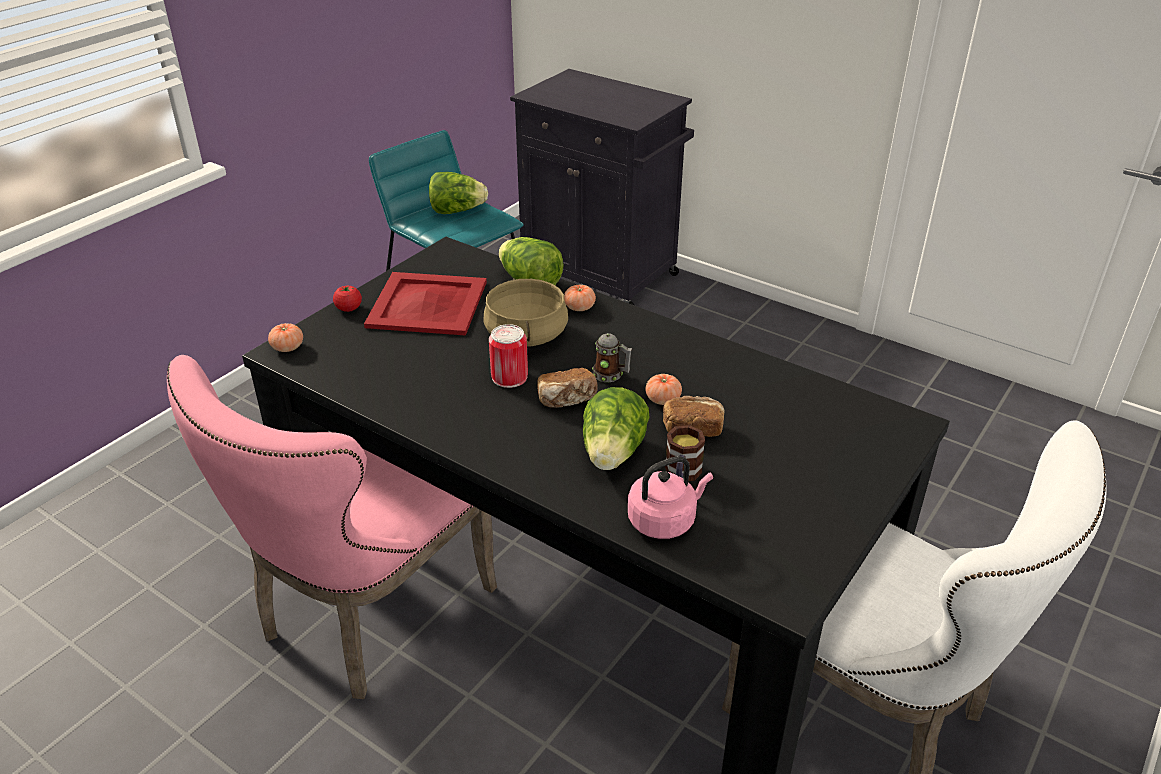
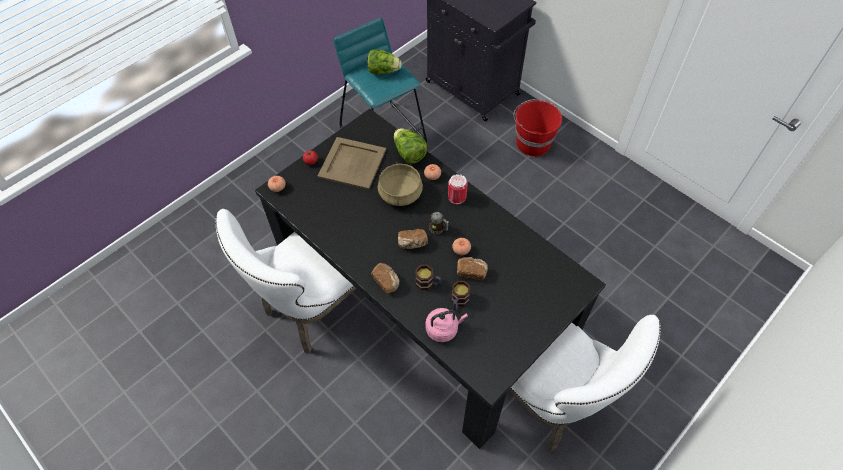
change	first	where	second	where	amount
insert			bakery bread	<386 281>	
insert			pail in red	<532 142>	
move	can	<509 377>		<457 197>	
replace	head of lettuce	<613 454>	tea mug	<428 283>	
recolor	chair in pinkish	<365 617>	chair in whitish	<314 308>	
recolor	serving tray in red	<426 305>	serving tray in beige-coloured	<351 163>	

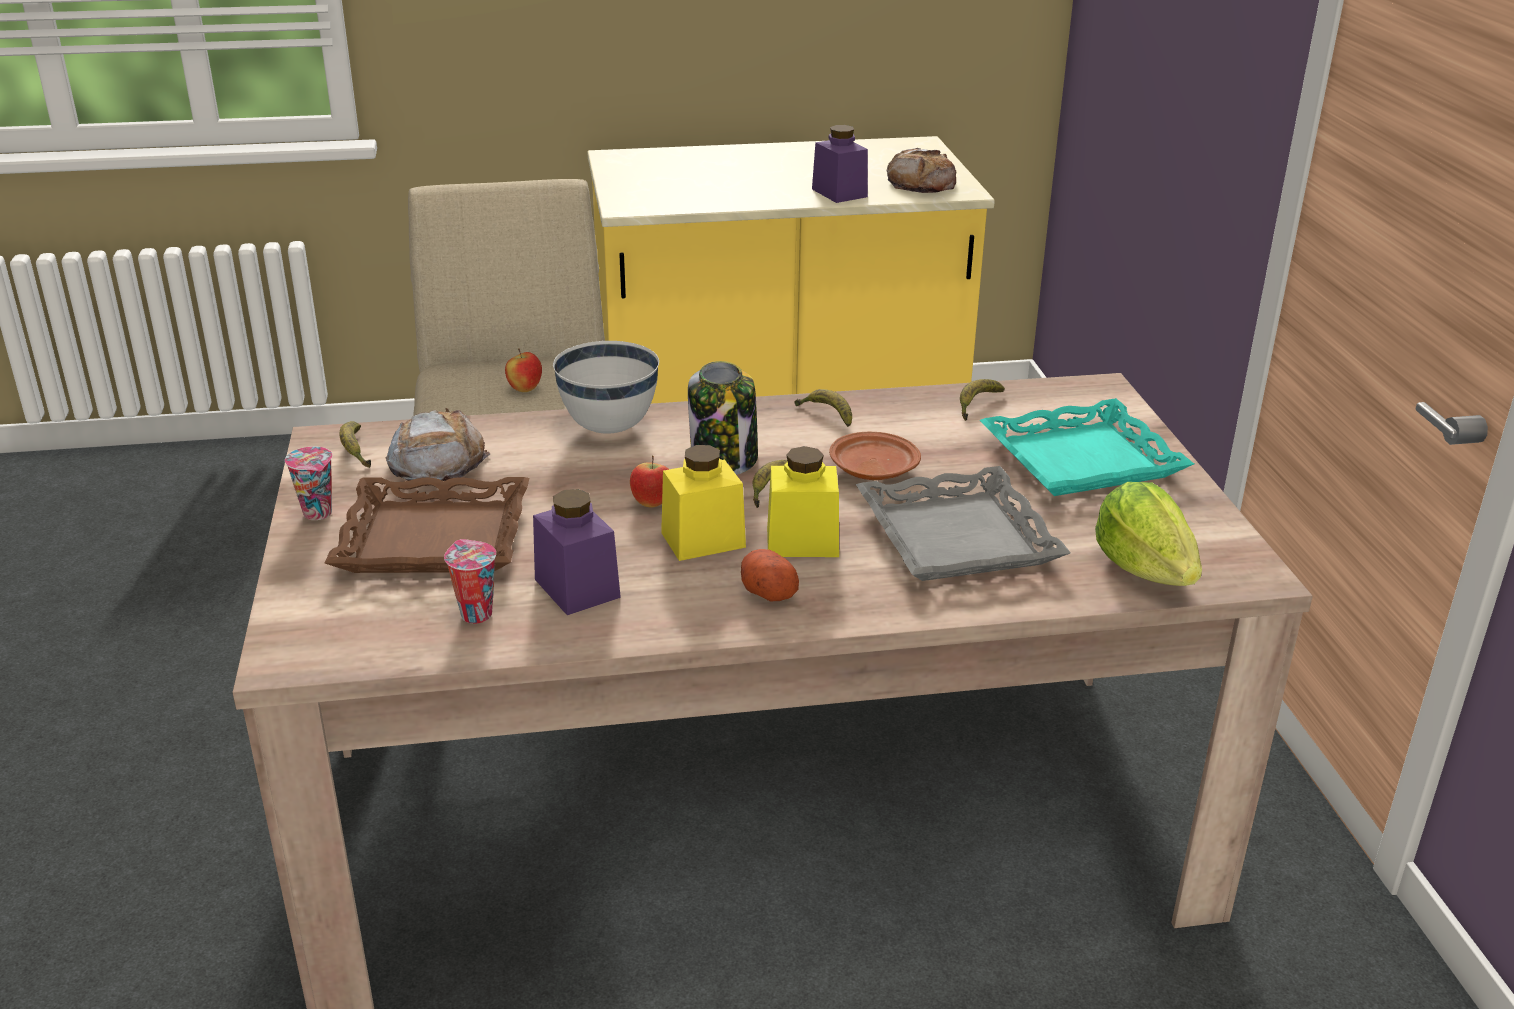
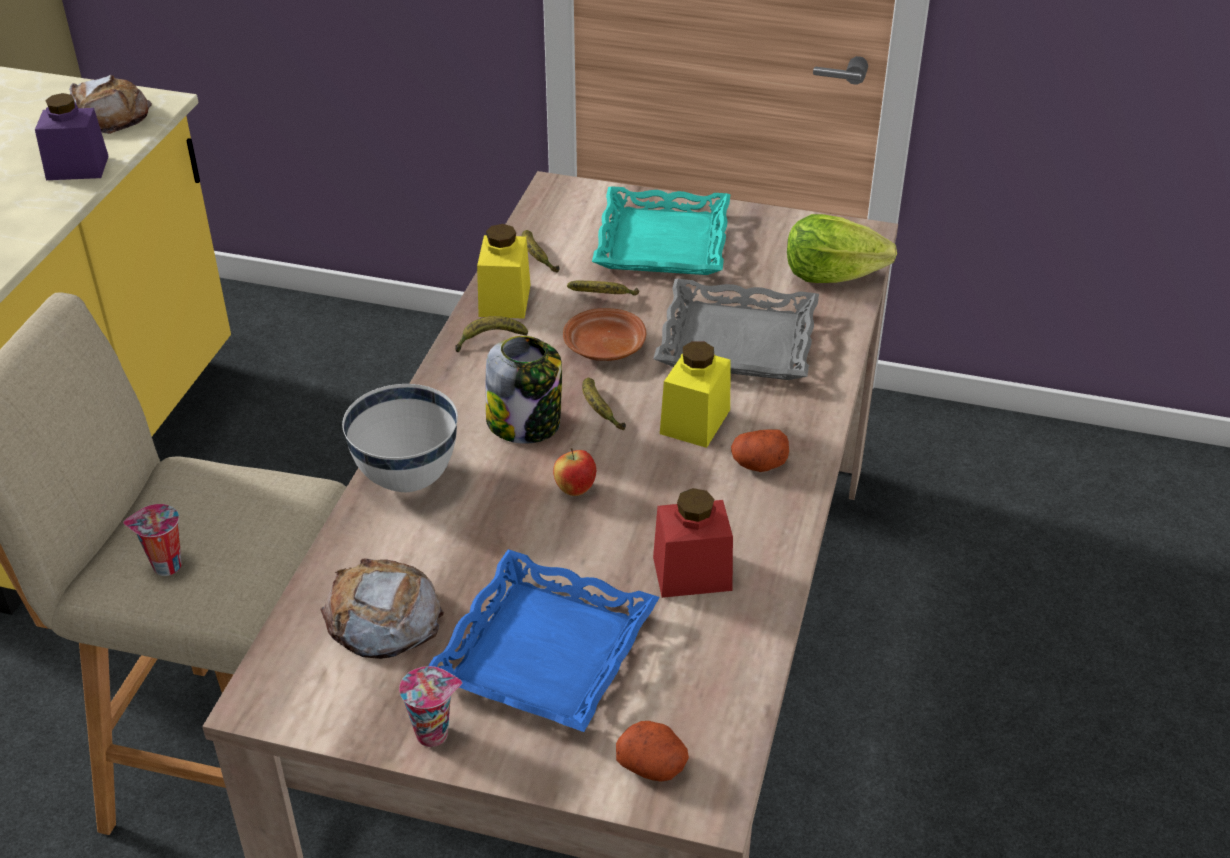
change	first	where	second	where	amount
delete	apple fruit	<525 389>			
insert			whole potato	<653 765>	
move	banana fruit	<355 451>		<602 297>	
move	cup	<474 613>		<165 567>	
move	storage jar in yellowish	<703 540>		<504 300>	
recolor	serving tray in brownish	<435 537>	serving tray in blue	<543 651>	
recolor	storage jar in purple-coloured	<577 588>	storage jar in red	<692 573>	

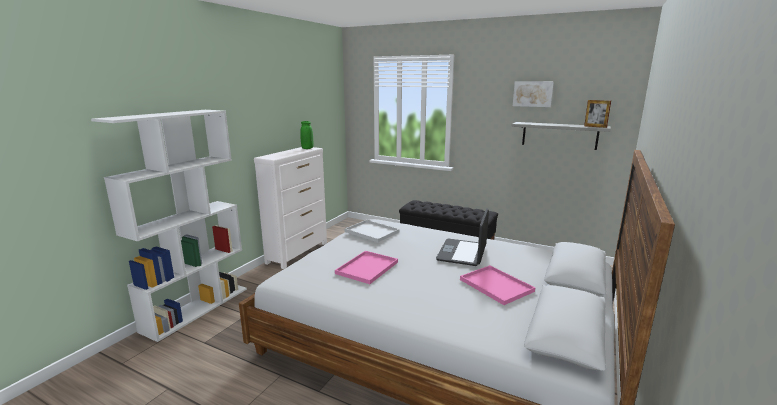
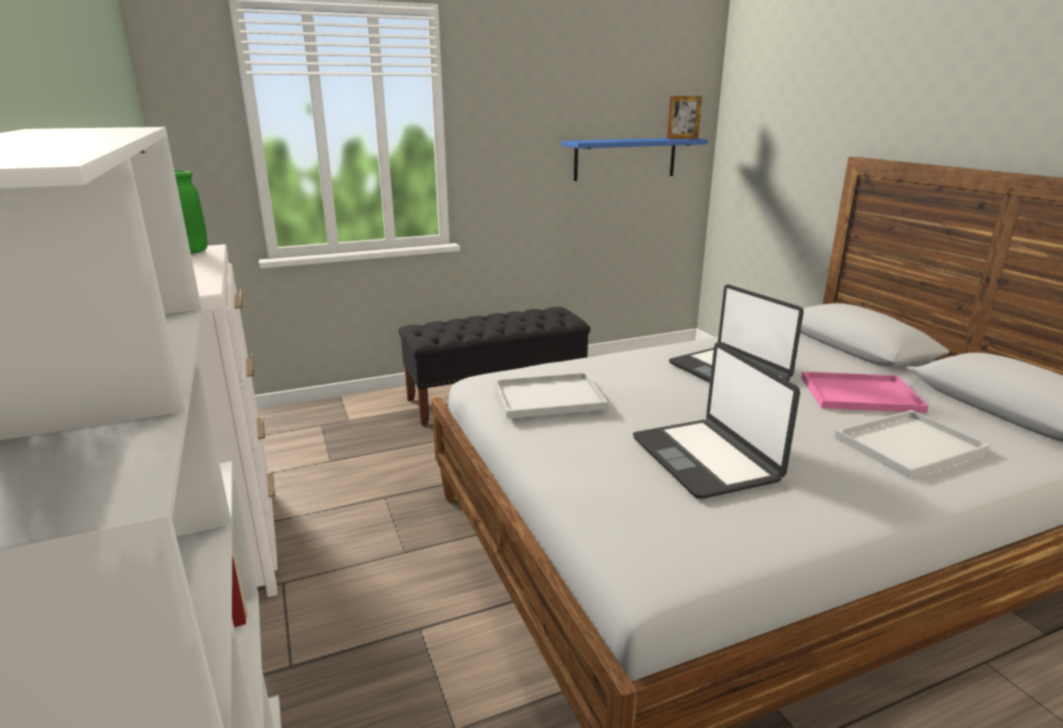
change	first	where	second	where	amount
delete	picture	<533 94>			
insert			serving tray in whitish	<910 444>	
replace	serving tray in pinkish	<367 268>	laptop	<706 458>	
recolor	wall shelf in gray	<559 135>	wall shelf in blue	<625 158>	

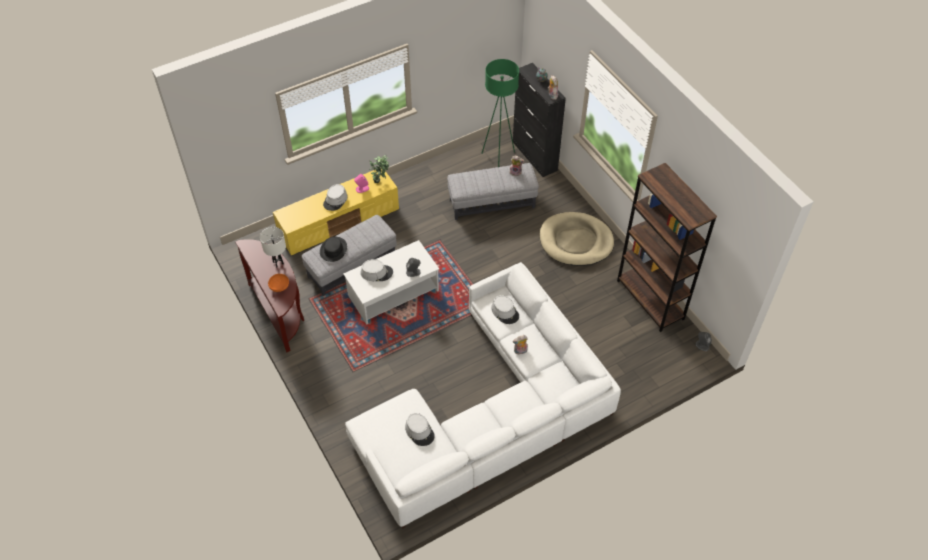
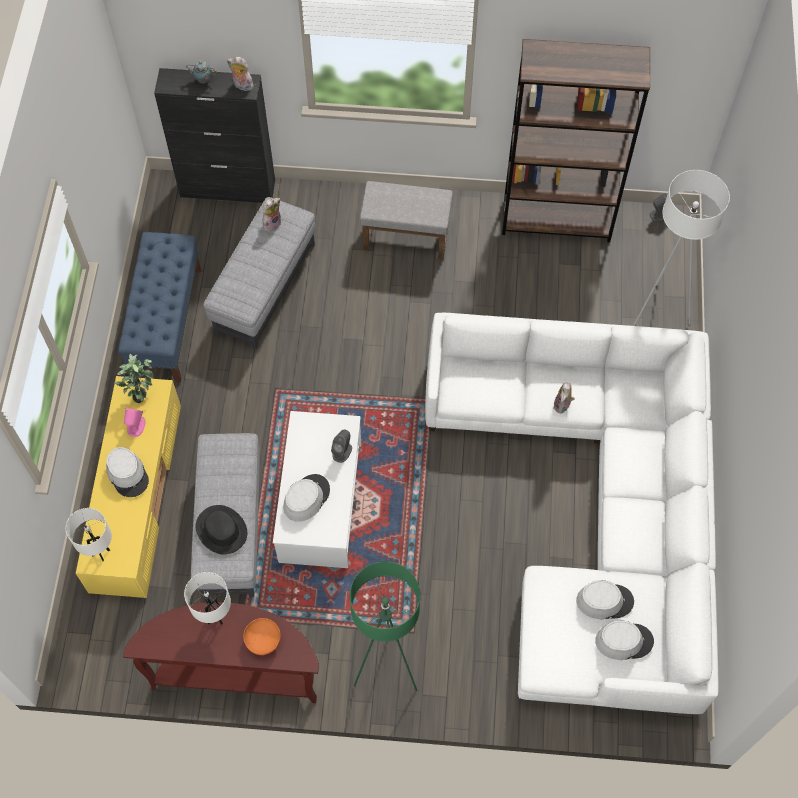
change	first	where	second	where	amount
insert			table lamp in whitish	<100 553>	
insert			bench in blue	<167 322>	
insert			standing lamp in whitish	<658 312>	
move	standing lamp in green-coloured	<498 159>		<387 668>	
move	clothing hat in gray	<505 312>		<624 640>	
replace	dog cushion in beige-coloured	<576 241>	footrest in gray	<407 237>	

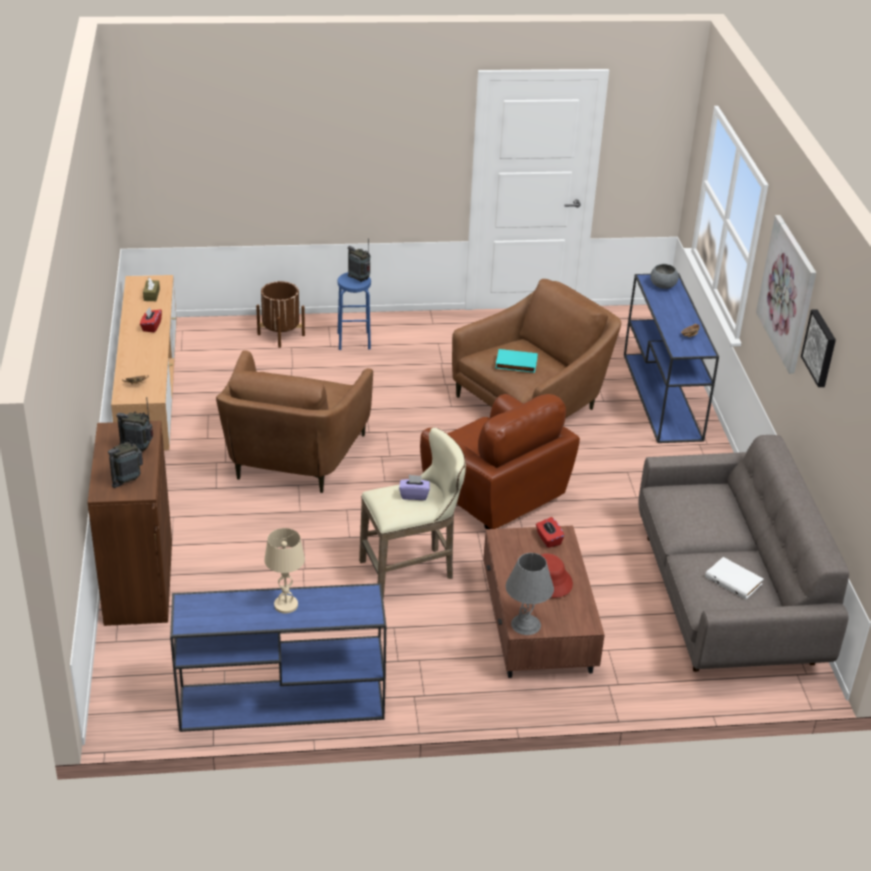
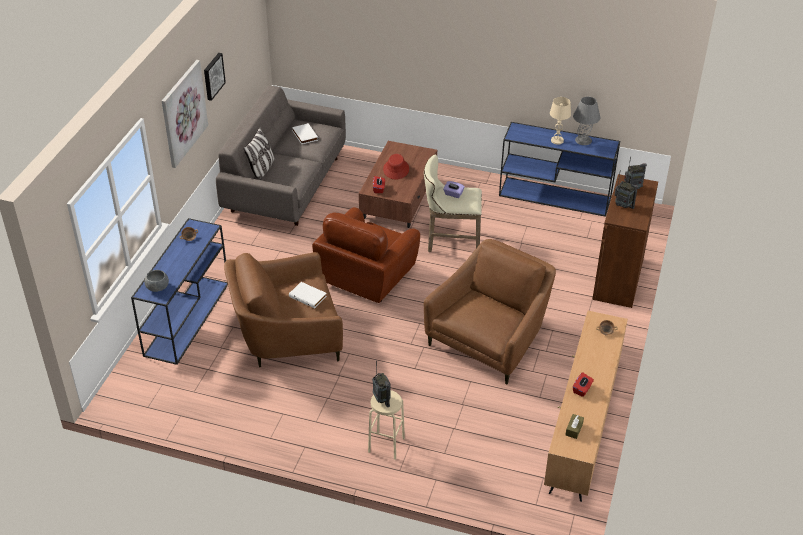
change	first	where	second	where	amount
delete	plant pot in brownish	<281 335>			
insert			cushion	<262 170>	
move	table lamp in gray	<526 625>		<583 140>	
recolor	sitting stool in blue	<354 341>	sitting stool in beige-coloured	<386 445>	
recolor	book in turquoise	<516 364>	book in whitish	<308 296>	
rotate	armchair in brownish	<494 494>		<368 276>	135 degrees counterclockwise

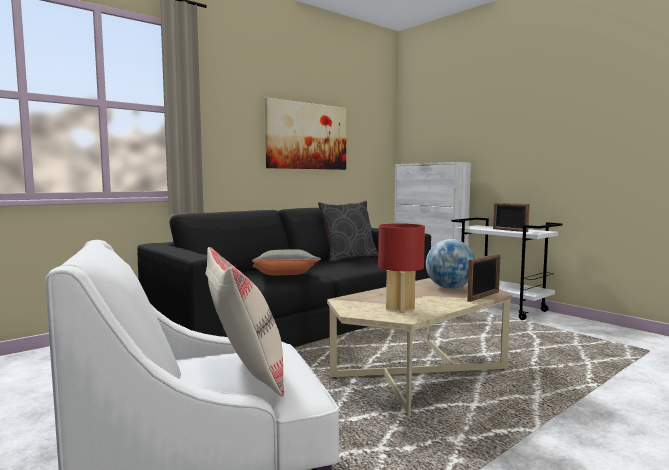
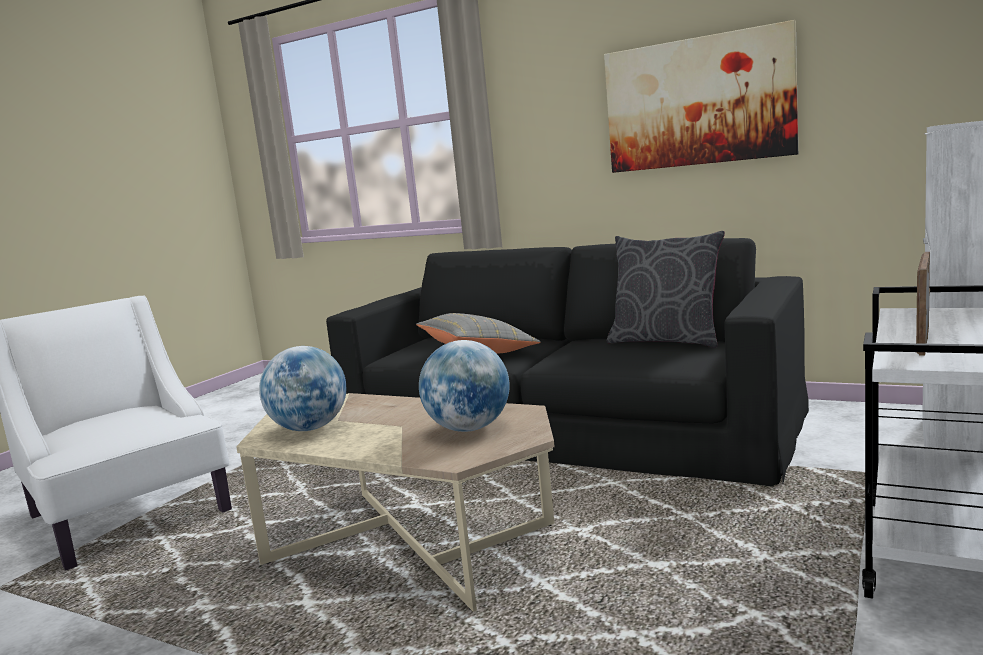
change	first	where	second	where	amount
delete	cushion in beige-coloured	<244 373>			
delete	picture frame	<483 296>			
replace	table lamp in red	<400 309>	desk globe	<310 428>	

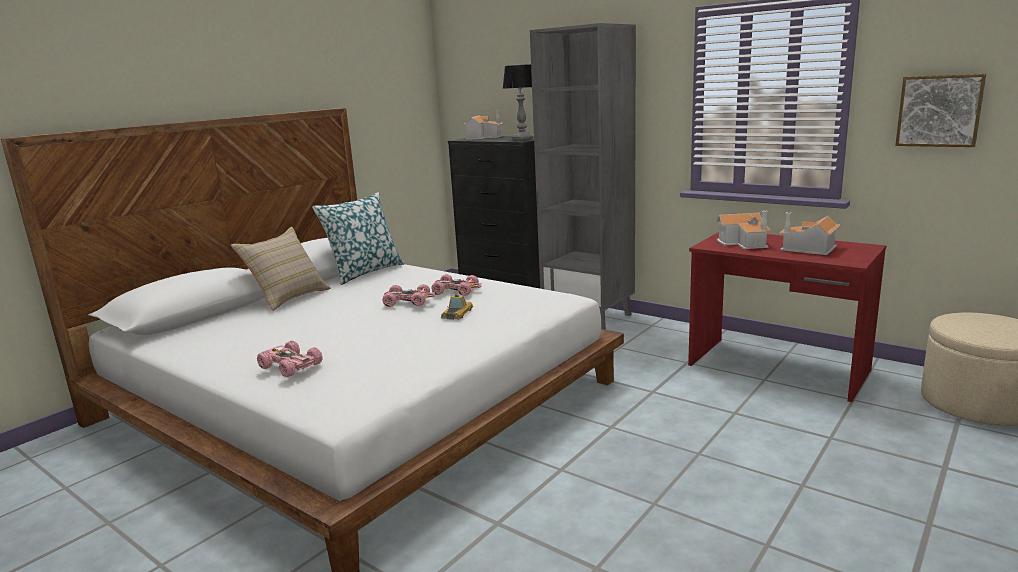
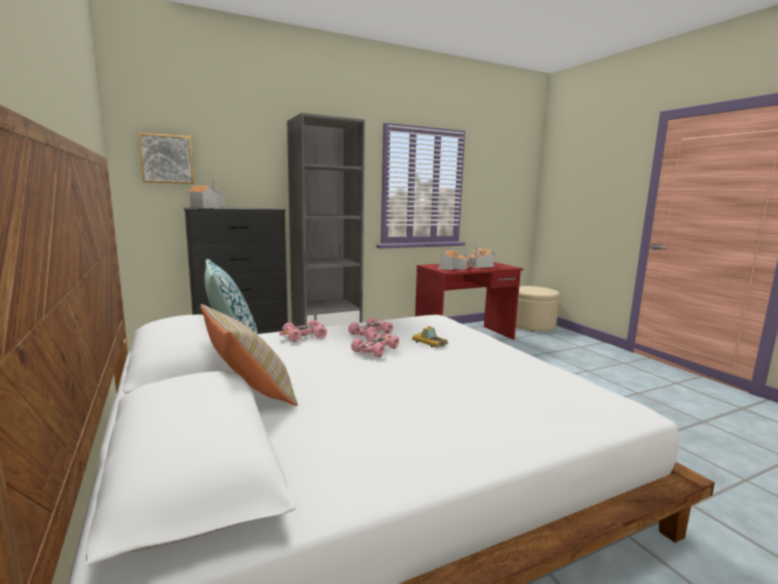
change	first	where	second	where	amount
delete	table lamp	<523 139>			
move	model car in pinkish	<289 366>		<303 336>	
move	picture	<939 111>		<167 159>	

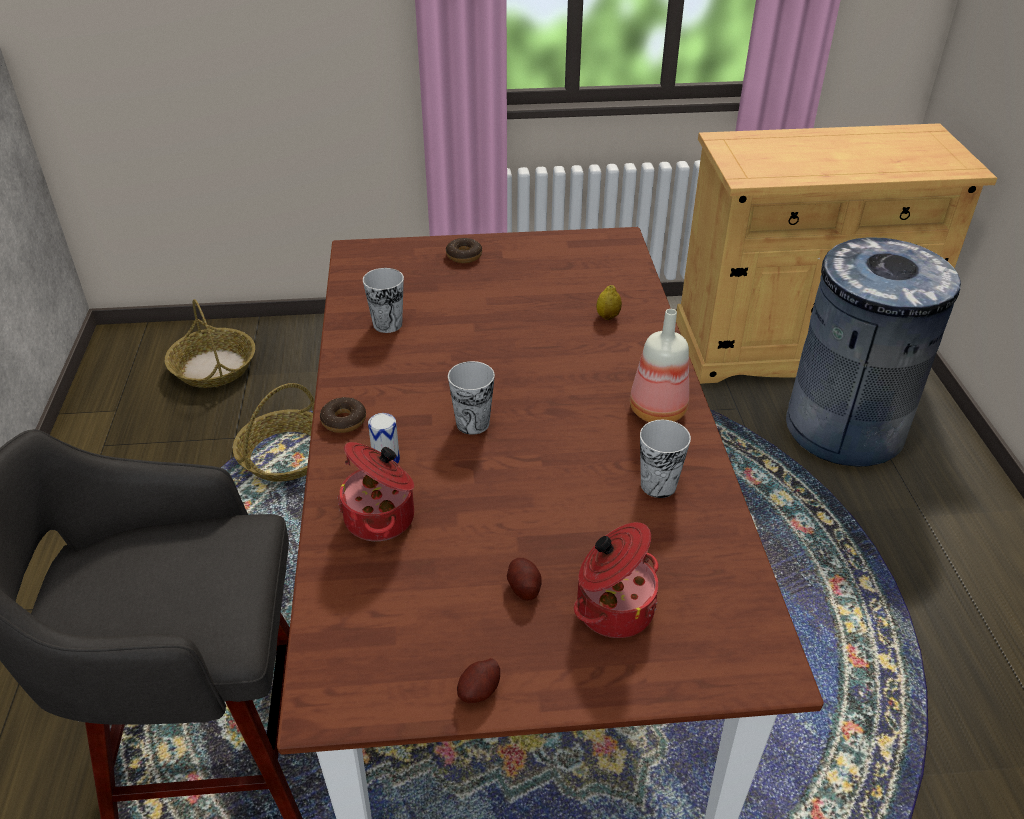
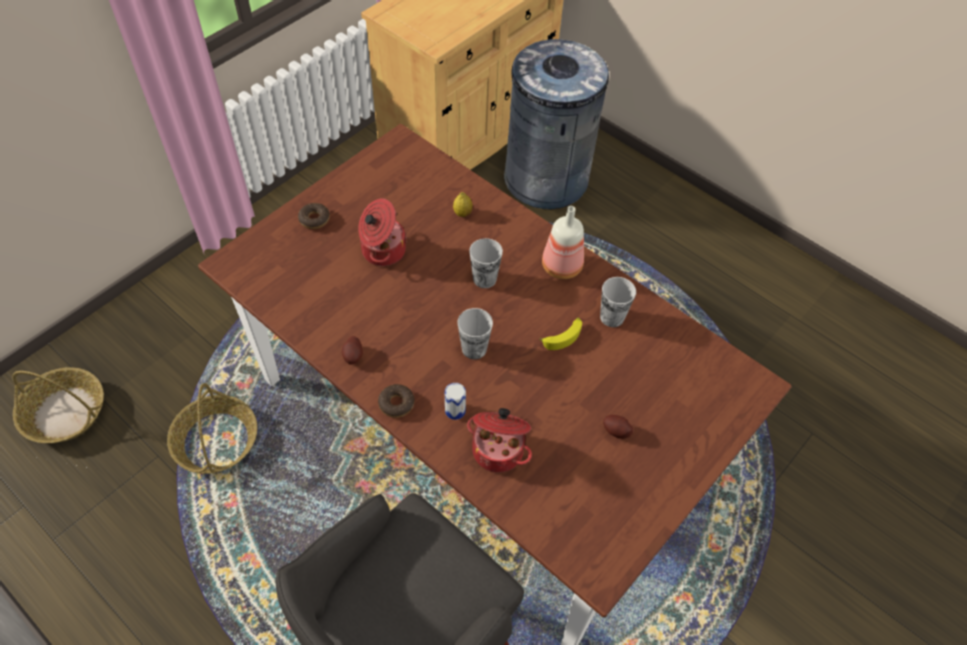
change	first	where	second	where	amount
insert			banana fruit	<563 336>	
move	cup	<387 324>		<484 279>	
move	whole potato	<479 691>		<353 356>	
move	cooking pot	<613 607>		<382 250>	

